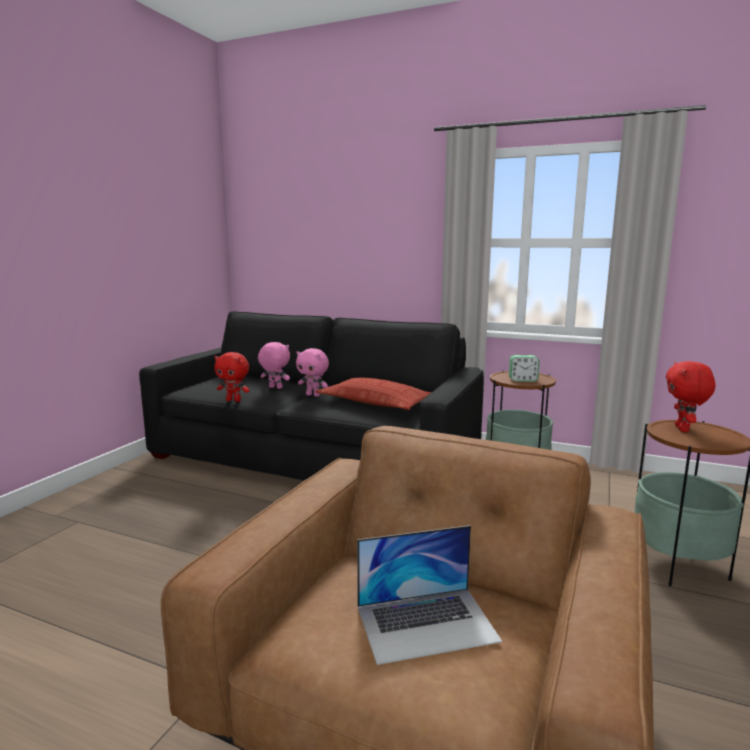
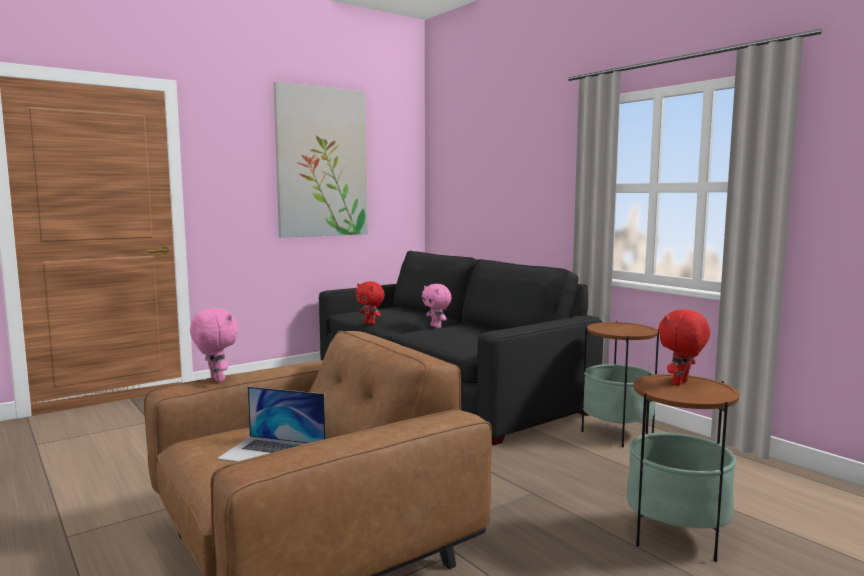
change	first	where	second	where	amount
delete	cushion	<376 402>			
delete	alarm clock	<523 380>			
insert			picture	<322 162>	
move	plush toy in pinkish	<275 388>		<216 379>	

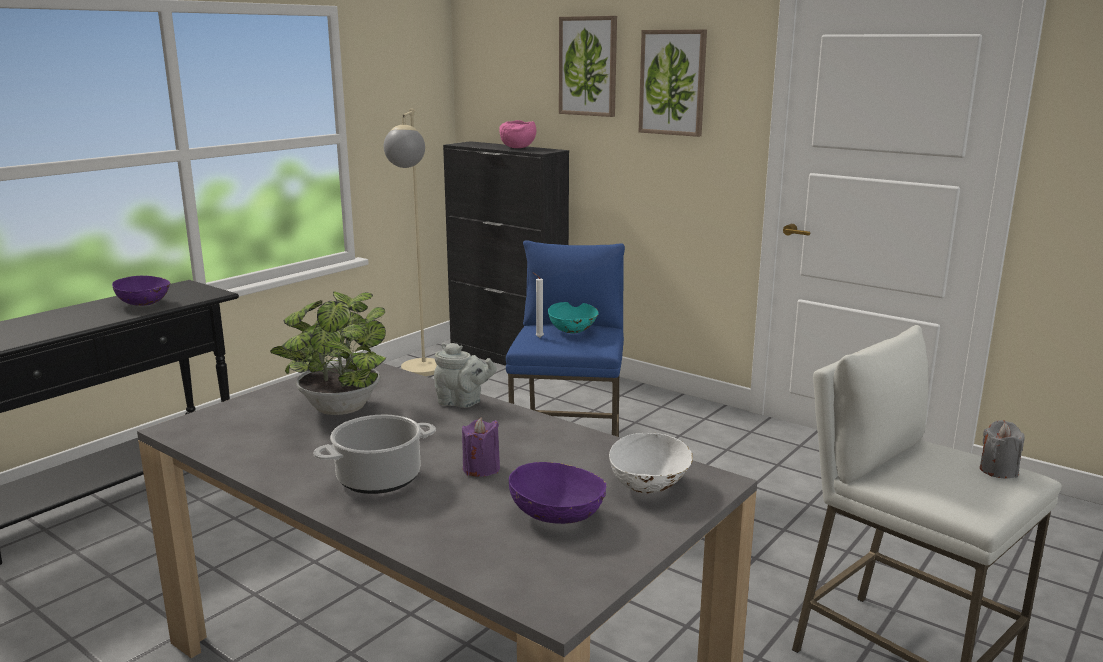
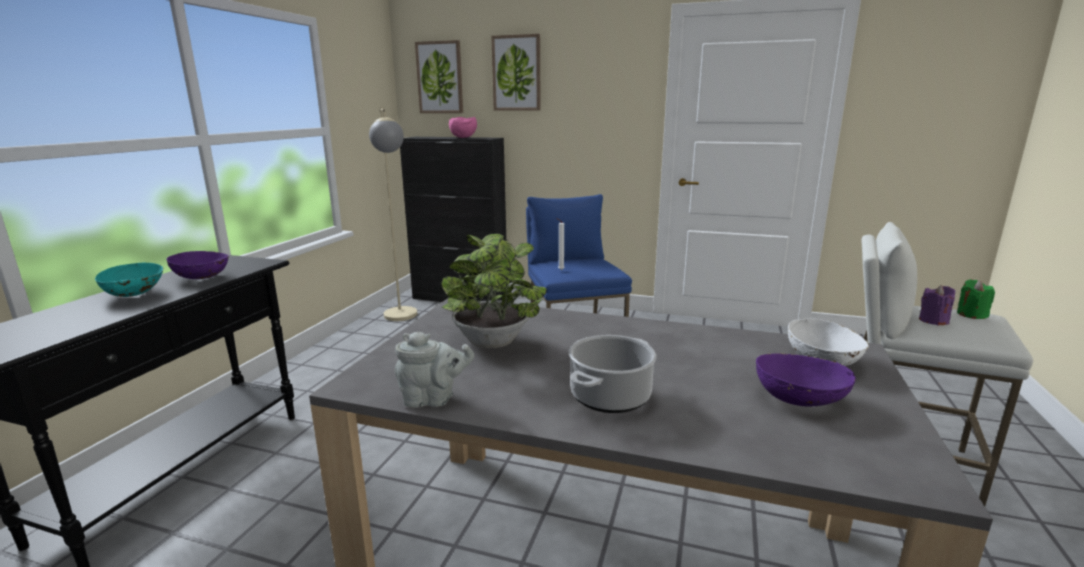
change	first	where	second	where	amount
move	tea pot in gray	<462 402>		<433 399>	
move	candle in purple-coloured	<481 469>		<933 321>	
move	serving bowl in turquoise	<573 331>		<135 294>	
move	picture	<673 82>		<440 77>	
recolor	candle in gray	<998 470>	candle in green-coloured	<971 314>	

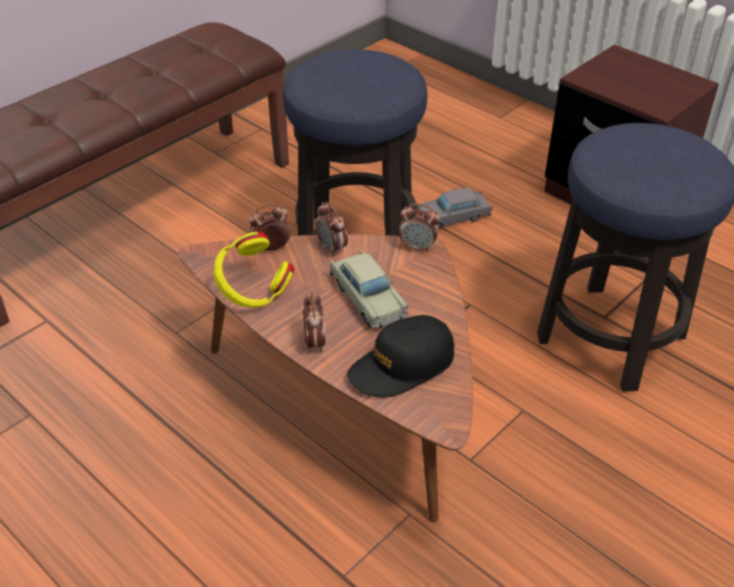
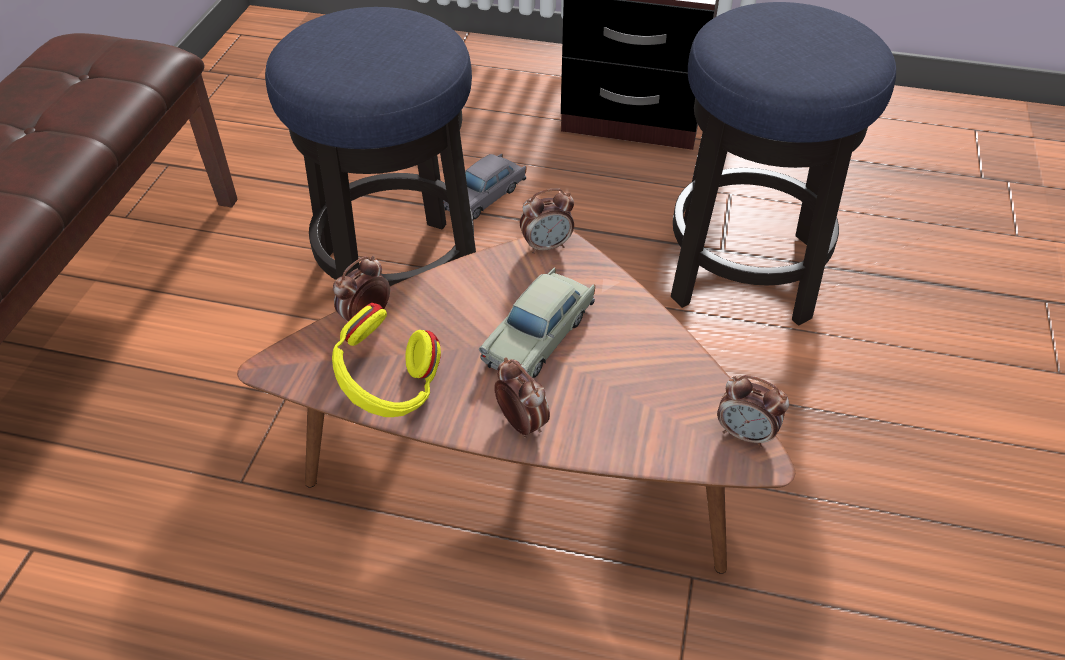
change	first	where	second	where	amount
delete	peaked cap in black-coloured	<402 366>			
move	alarm clock	<332 248>		<745 434>	
rotate	model car in beige-coloured	<367 298>		<539 335>	90 degrees clockwise

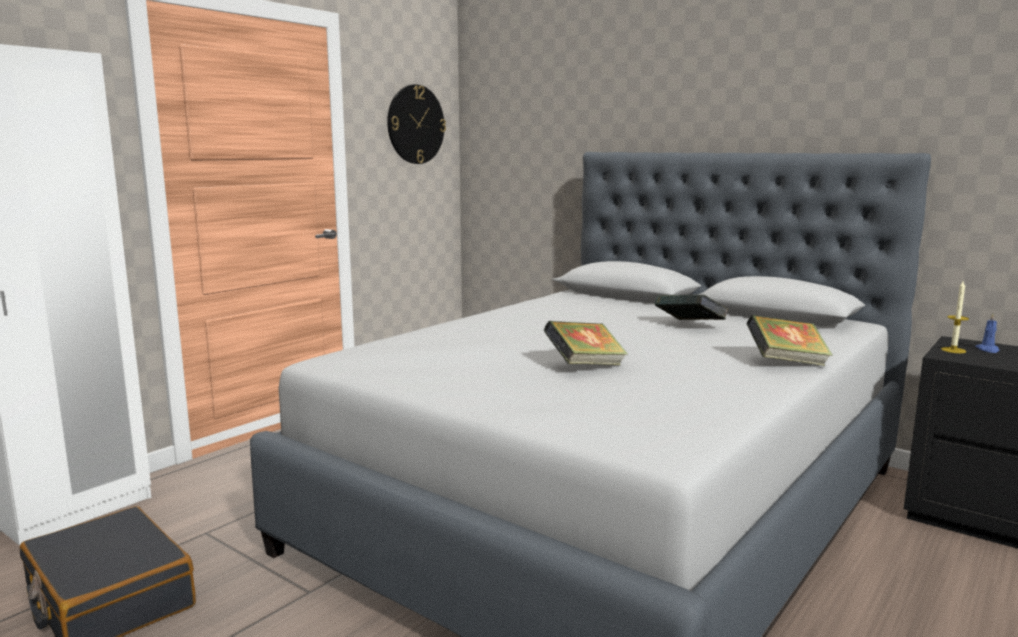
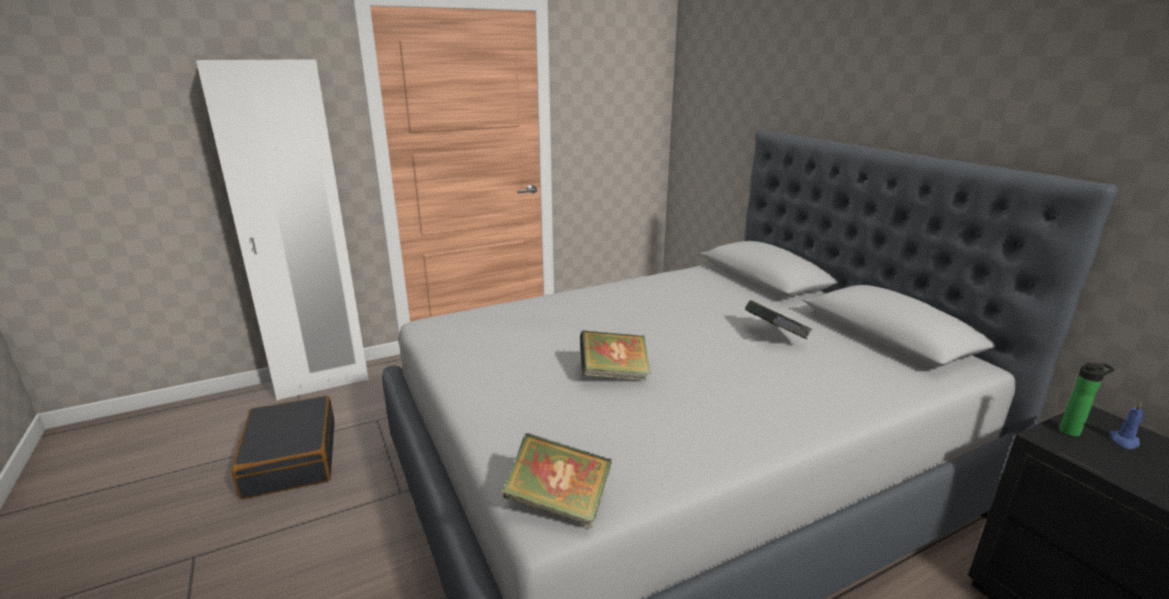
change	first	where	second	where	amount
delete	hanging clock	<415 124>			
move	book	<786 362>		<558 503>	
replace	candle	<953 350>	beverage bottle	<1072 431>	

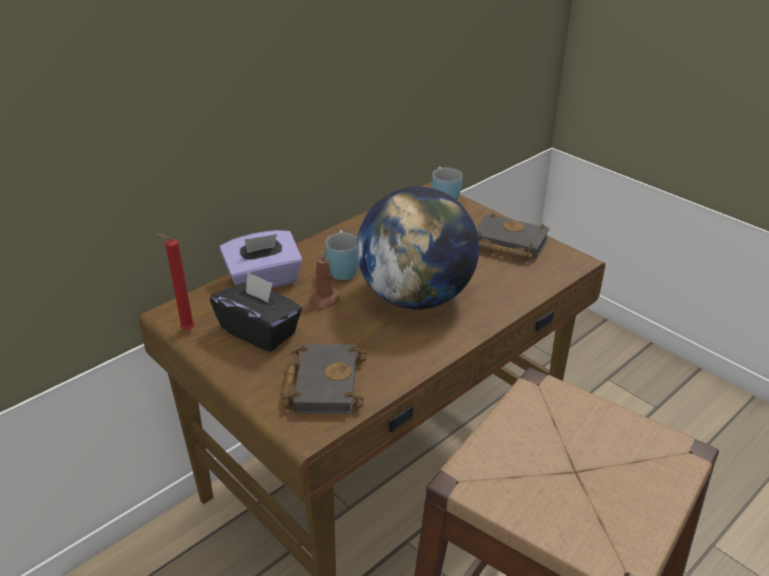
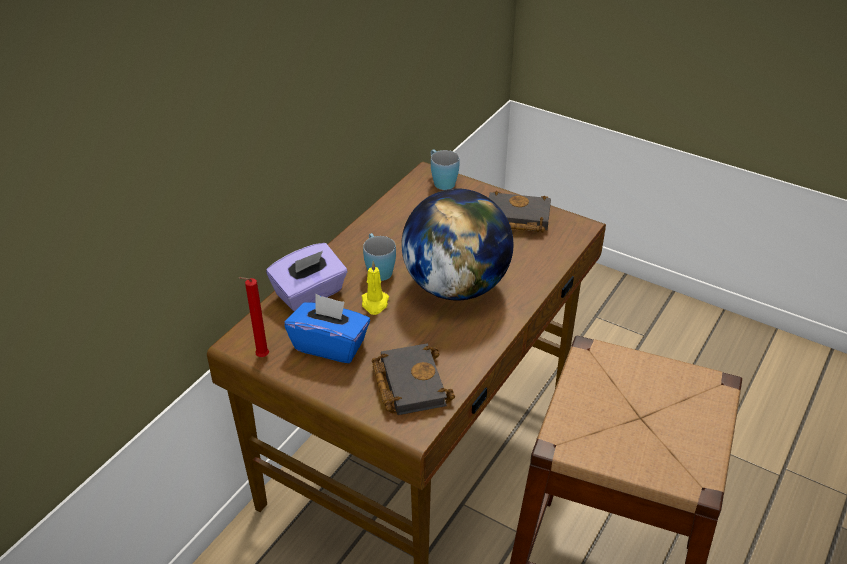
change	first	where	second	where	amount
recolor	box of tissues in black-coloured	<260 331>	box of tissues in blue	<330 345>	
recolor	candle in brownish	<324 300>	candle in yellowish	<375 303>	

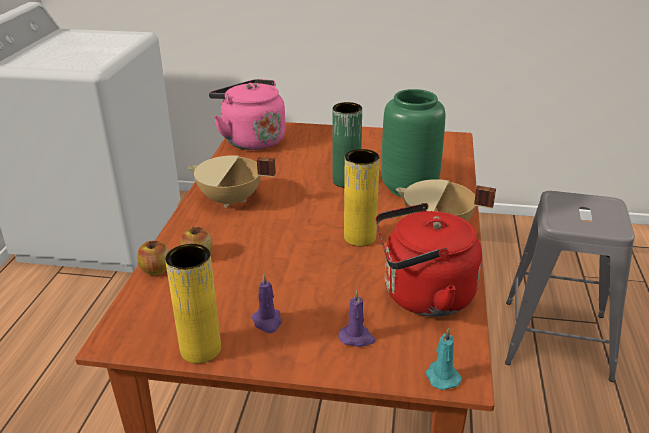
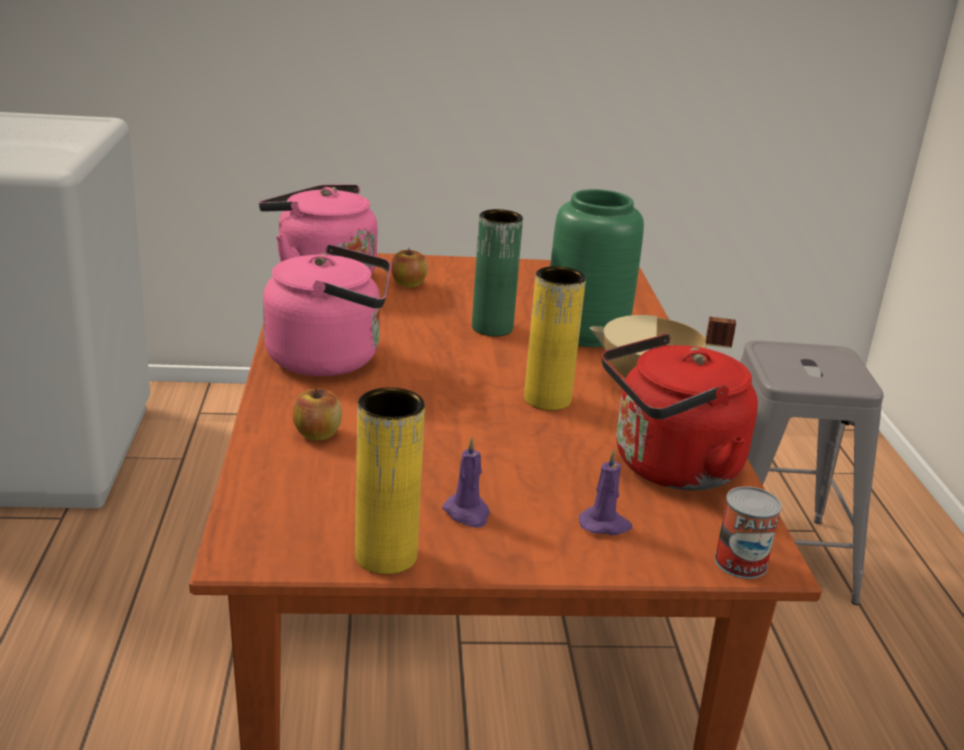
change	first	where	second	where	amount
move	apple fruit	<156 270>		<408 284>	
replace	cooking pot in beige-coloured	<230 201>	water kettle in pinkish	<331 359>	
replace	candle in turquoise	<441 376>	can	<740 562>	

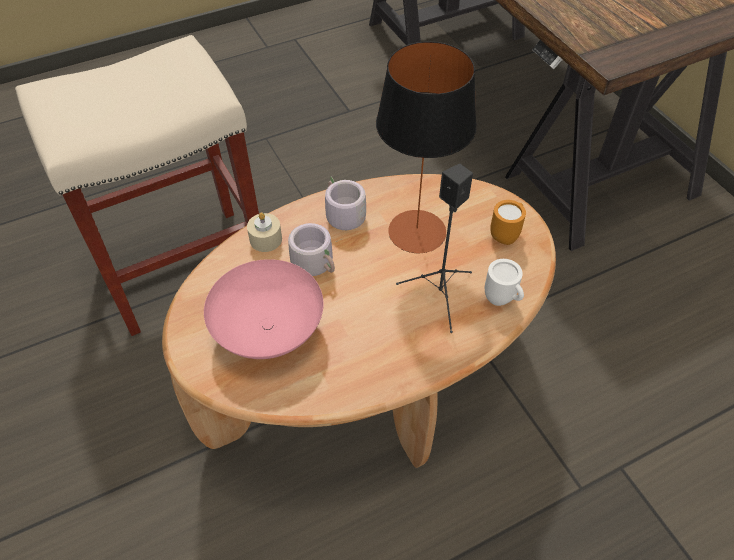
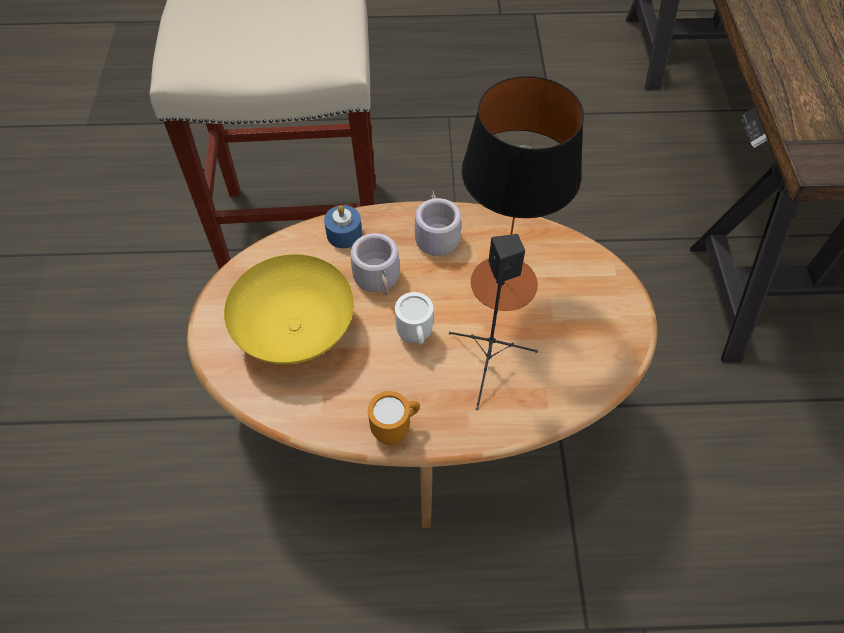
change	first	where	second	where	amount
move	tea mug in whitish	<502 300>		<415 338>	
move	tea mug in orange-coloured	<506 235>		<396 429>	
recolor	serving bowl in pinkish	<269 329>	serving bowl in yellowish	<297 330>	
recolor	candle in beige-coloured	<266 239>	candle in blue	<344 234>	

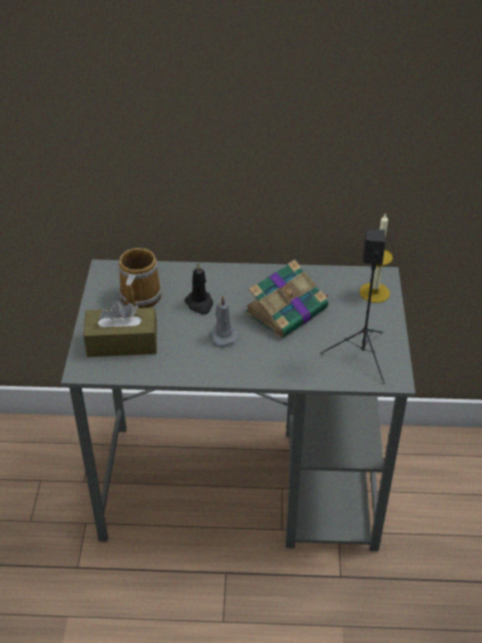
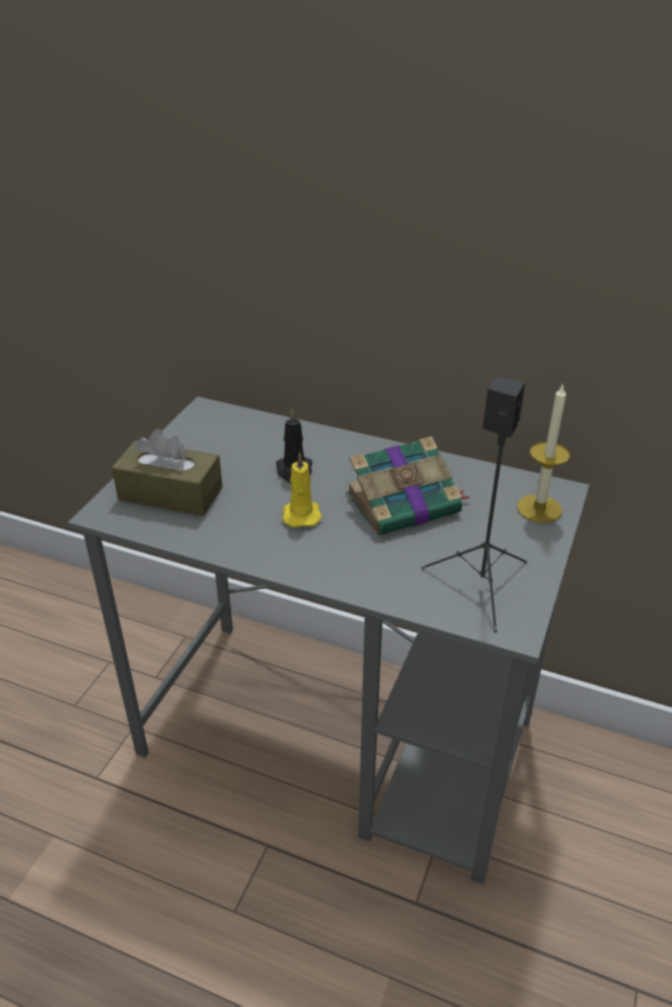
change	first	where	second	where	amount
delete	tea mug	<138 298>			
recolor	candle in gray	<222 335>	candle in yellowish	<301 514>	

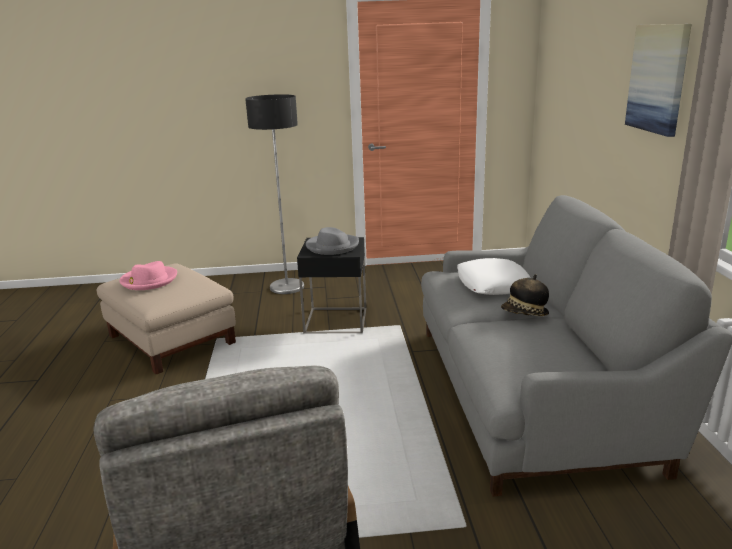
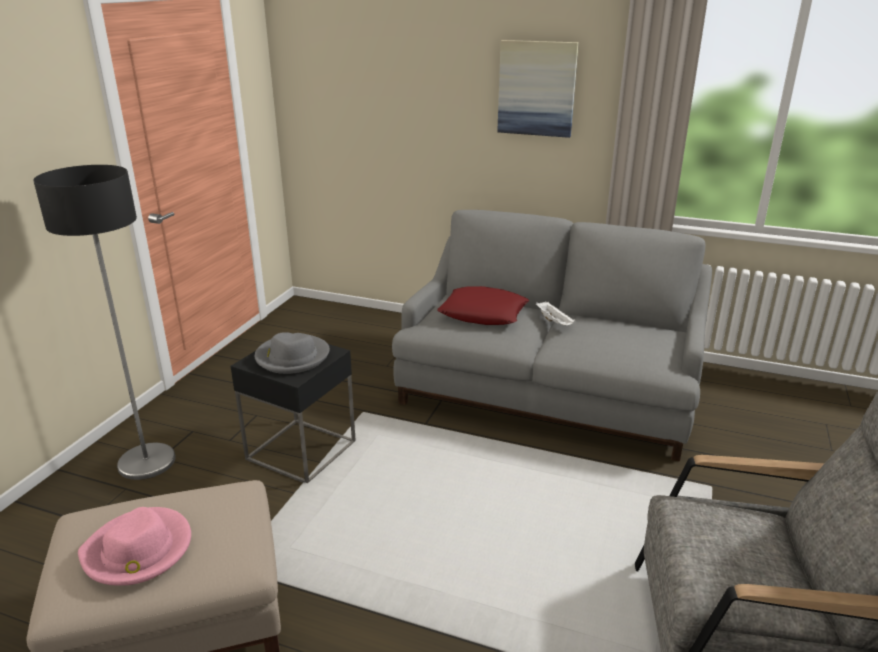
change	first	where	second	where	amount
replace	clothing hat	<524 314>	serving tray in whitish	<555 322>	
recolor	cushion in whitish	<493 284>	cushion in red	<483 313>	

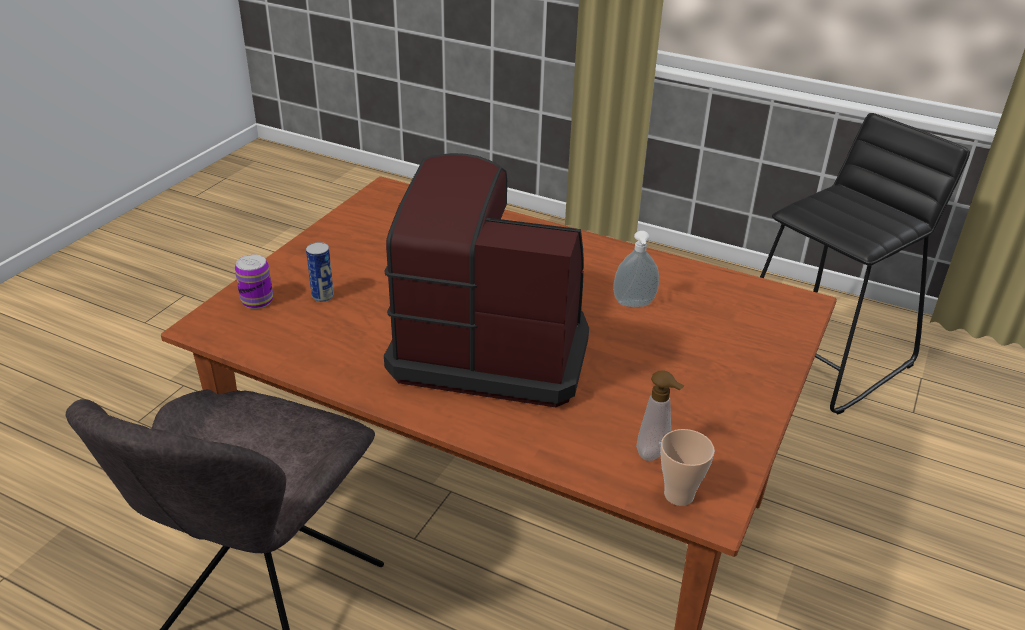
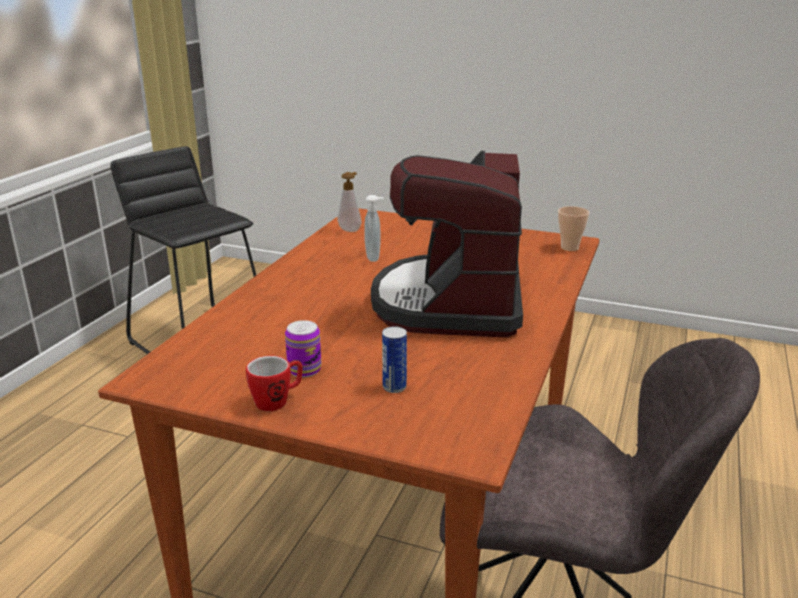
change	first	where	second	where	amount
insert			tea mug	<277 401>	
move	can	<257 300>		<304 369>	
move	soap dispenser	<655 454>		<350 229>	

